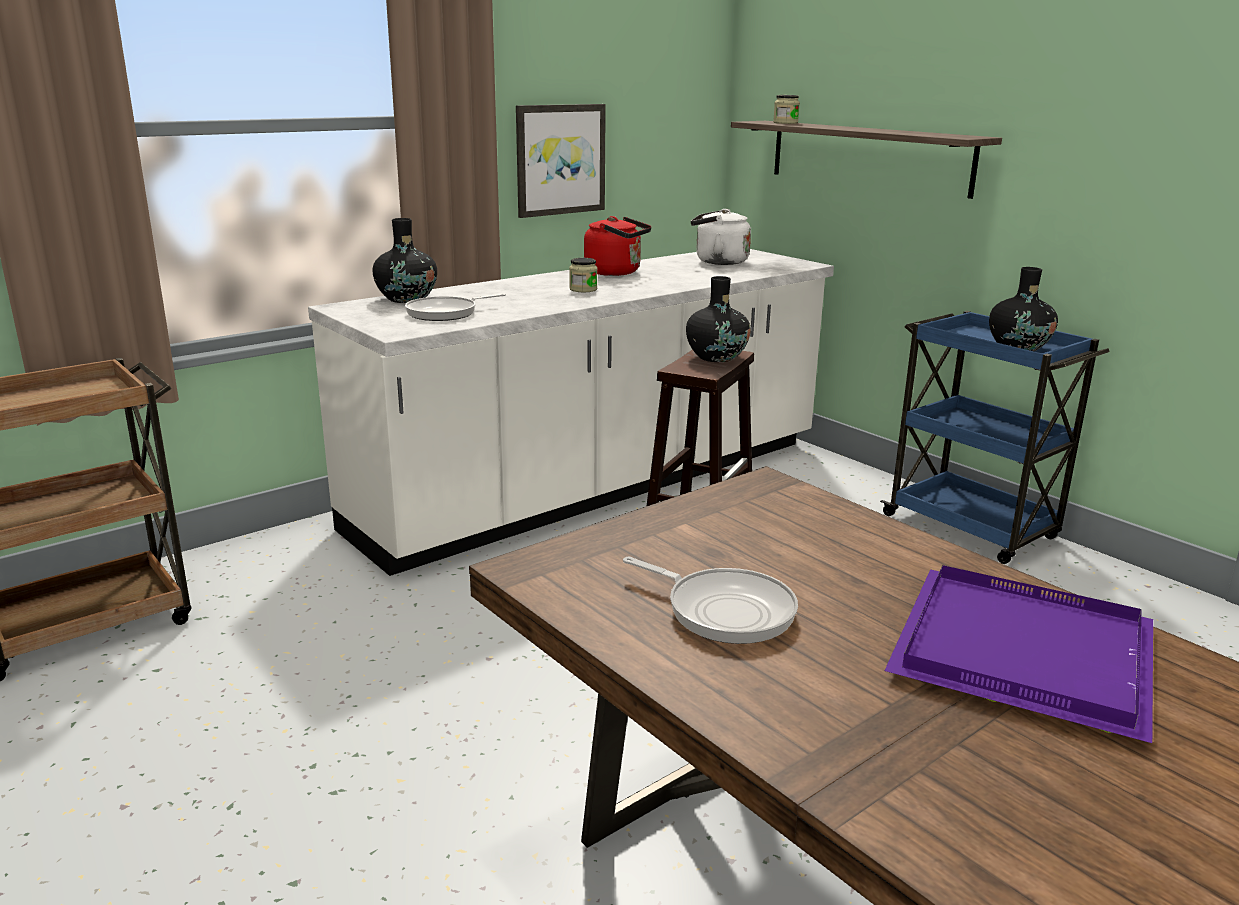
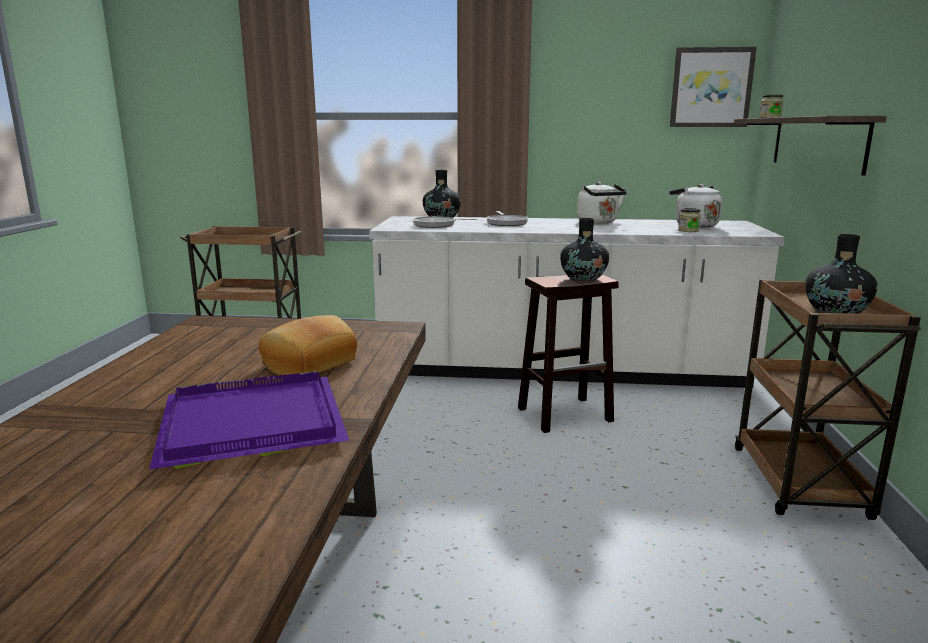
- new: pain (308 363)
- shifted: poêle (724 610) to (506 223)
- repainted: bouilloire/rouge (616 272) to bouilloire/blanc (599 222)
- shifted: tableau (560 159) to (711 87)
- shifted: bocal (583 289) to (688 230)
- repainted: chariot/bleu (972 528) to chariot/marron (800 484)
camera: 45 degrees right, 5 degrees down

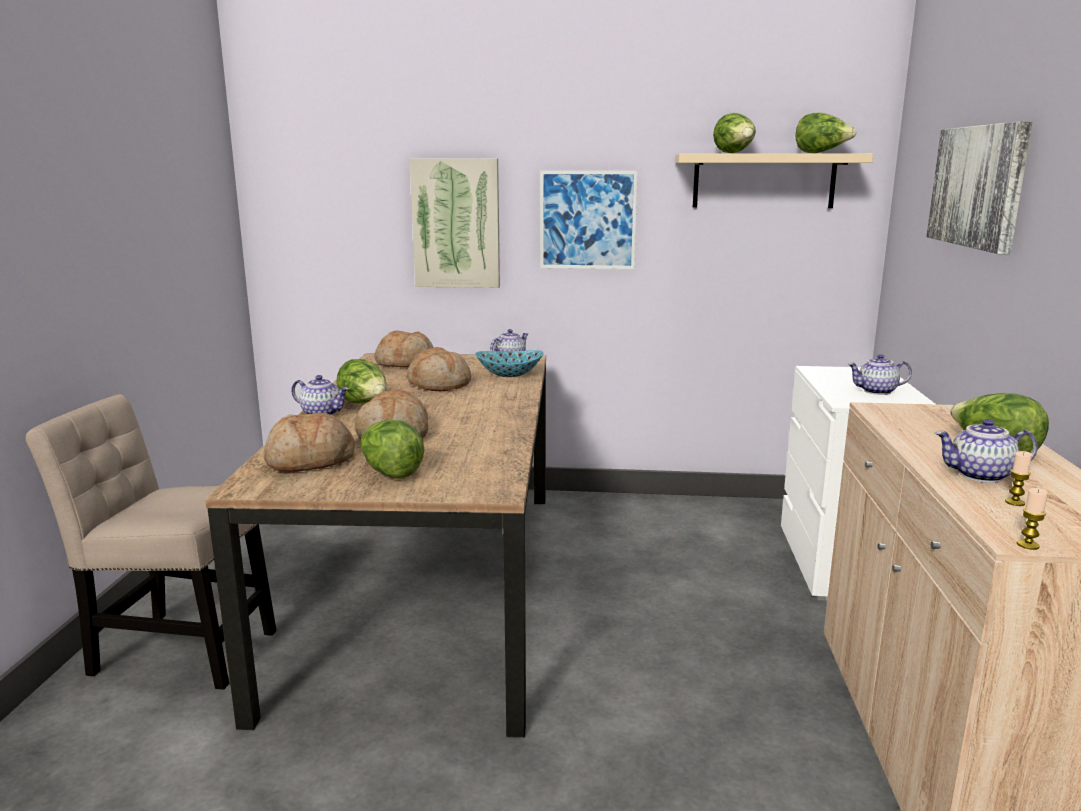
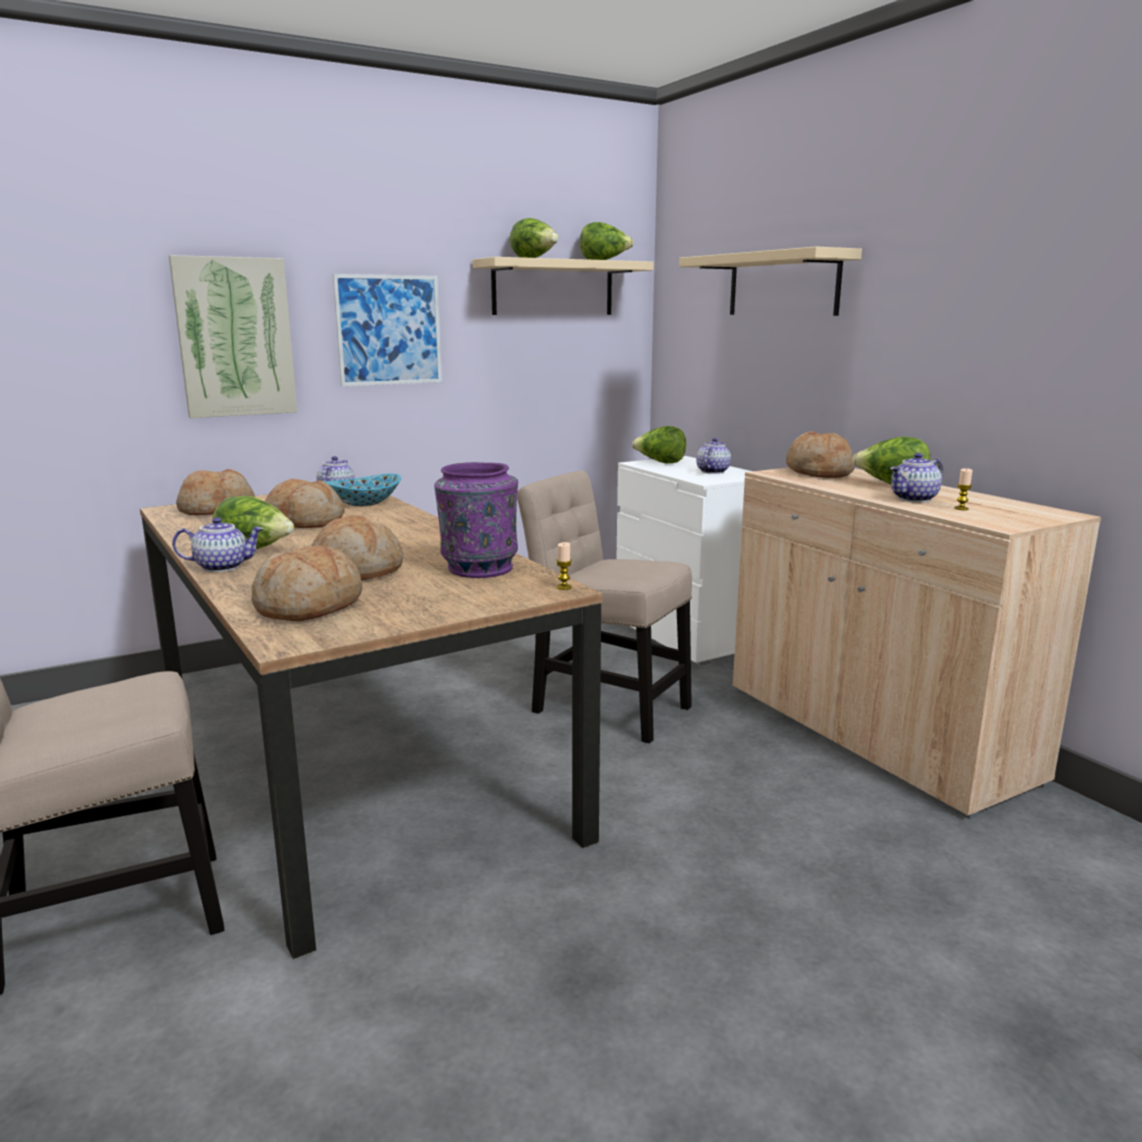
- new: vase/violet (478 569)
- new: chaise/beige (605 706)
- shifted: bougie (1027 545) to (564 587)
- shifted: laitue (390 473) to (660 463)
- swapped: tableau (978 186) to étagère/beige (783 285)
- rotated: théière (876 391) = (712 471) 150 degrees clockwise
- new: pain (819 472)
camera: 35 degrees left, 0 degrees up

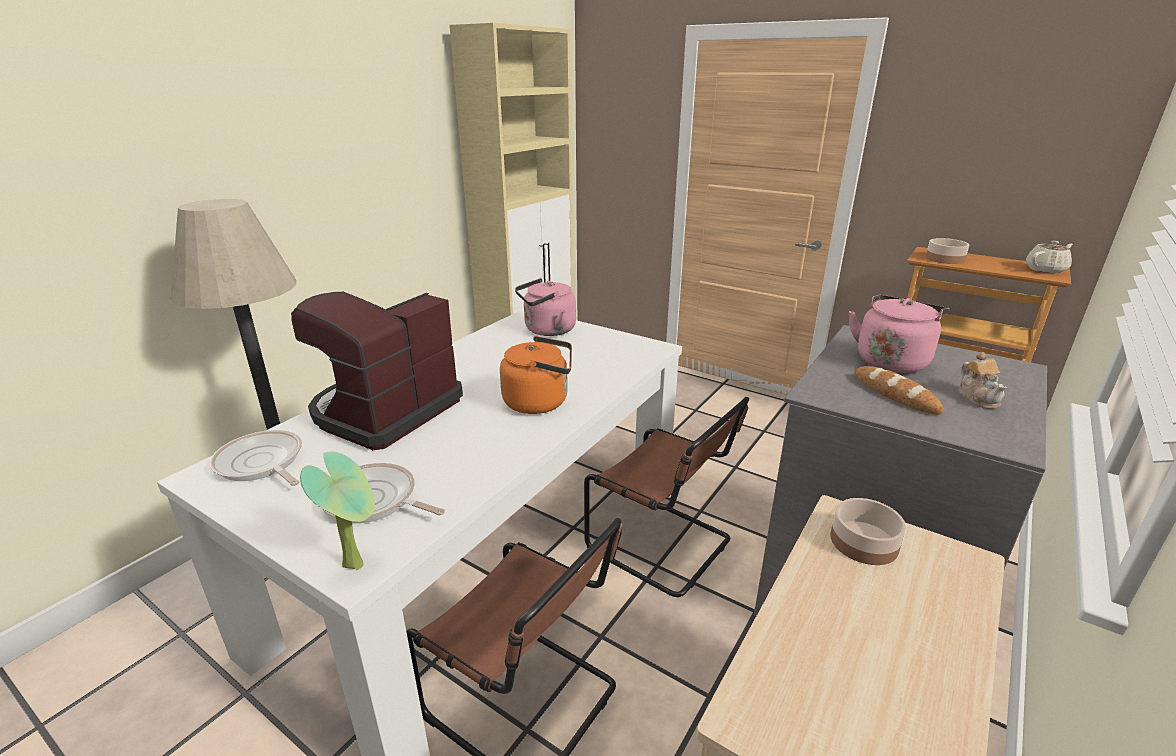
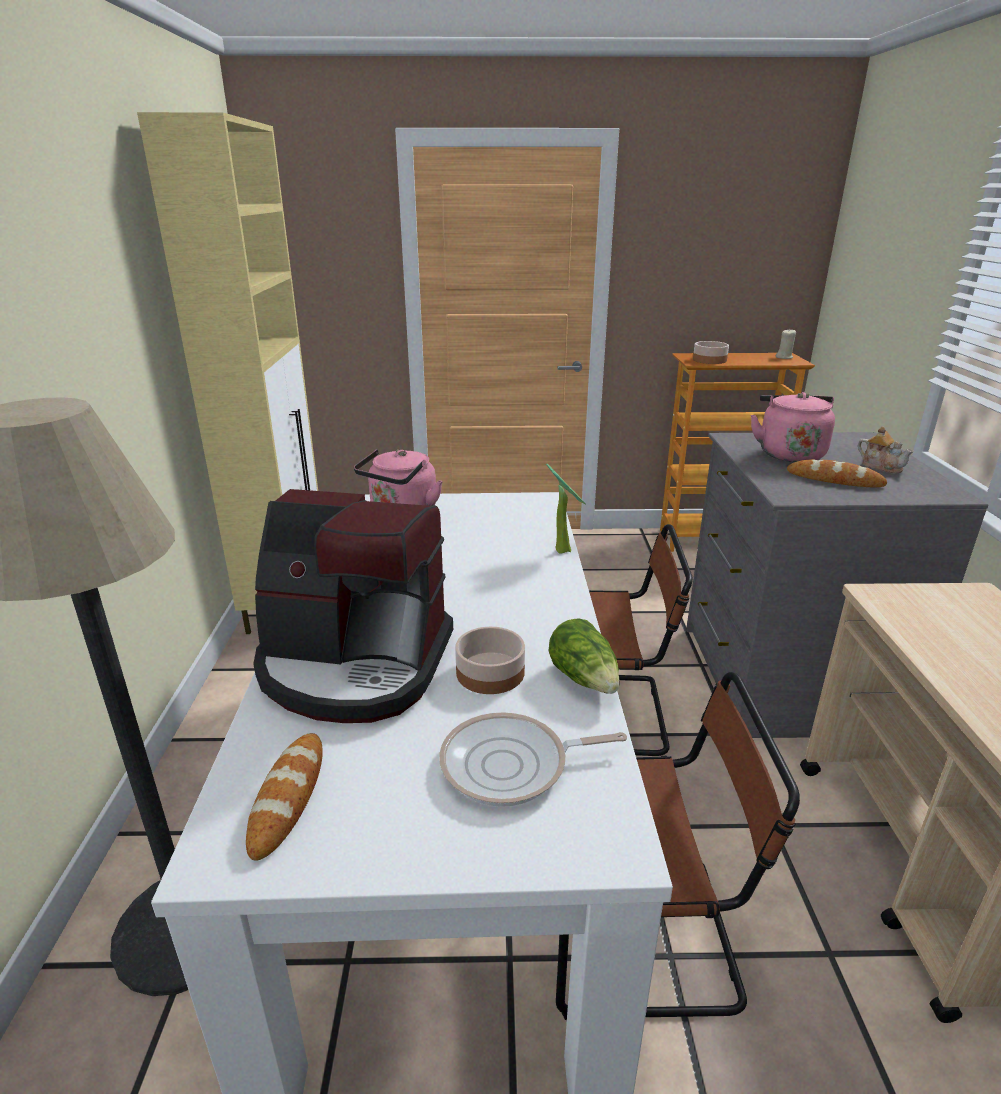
- swapped: poêle (261 463) to pain (288 797)
- rotated: machine à café (385 411) = (355 665) 75 degrees counterclockwise
- shifted: bol (862 542) to (489 673)
- shifted: plante en pot (358 562) to (564 549)
- new: laitue (585 679)
- swapped: théière/beige (1046 270) to bougie/beige (784 357)
- gone: bouilloire/orange (540 402)
camera: 35 degrees left, 0 degrees up

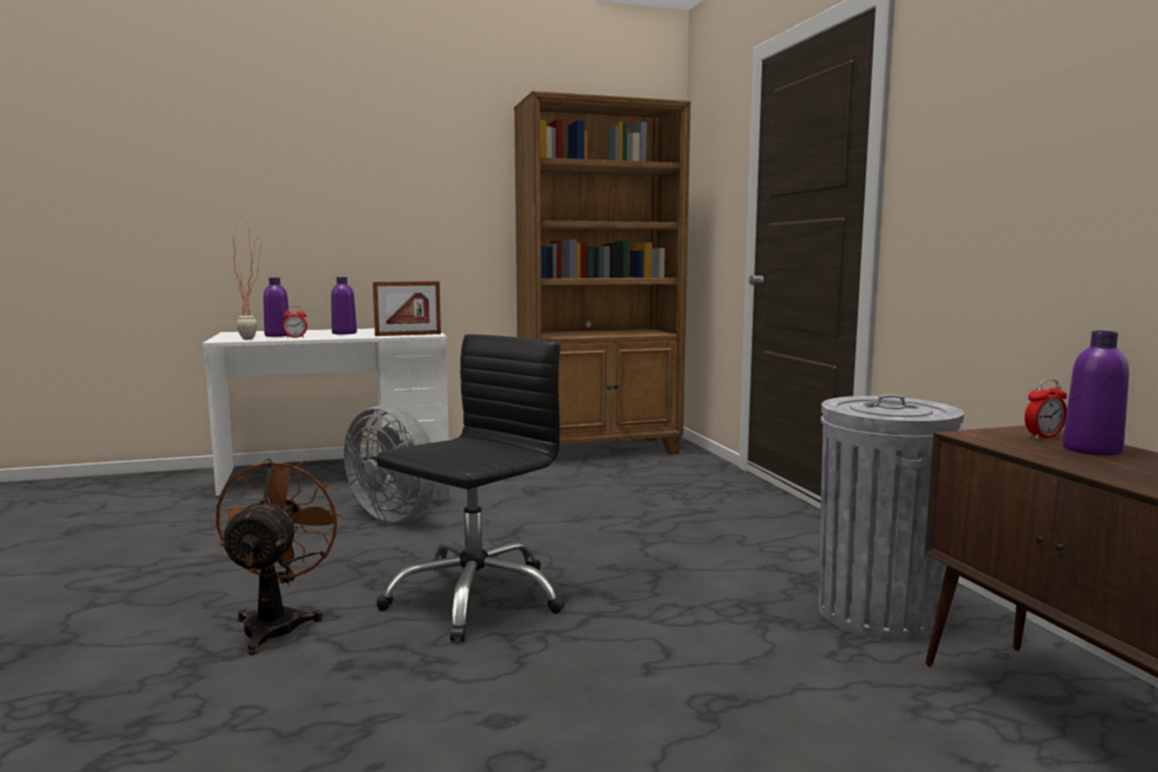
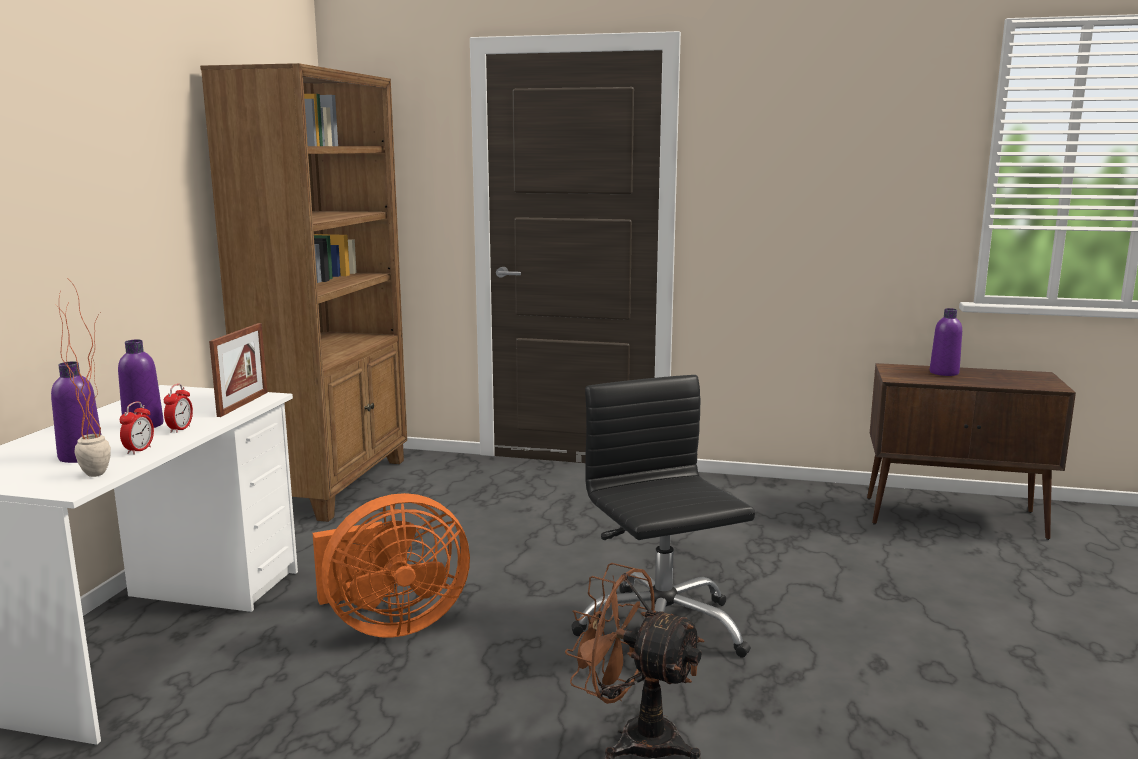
- shifted: réveil (1043 437) to (180 429)
- repainted: ventilateur/gris (400 515) to ventilateur/orange (390 624)
- gone: poubelle/gris (876 613)
camera: 60 degrees left, 5 degrees up

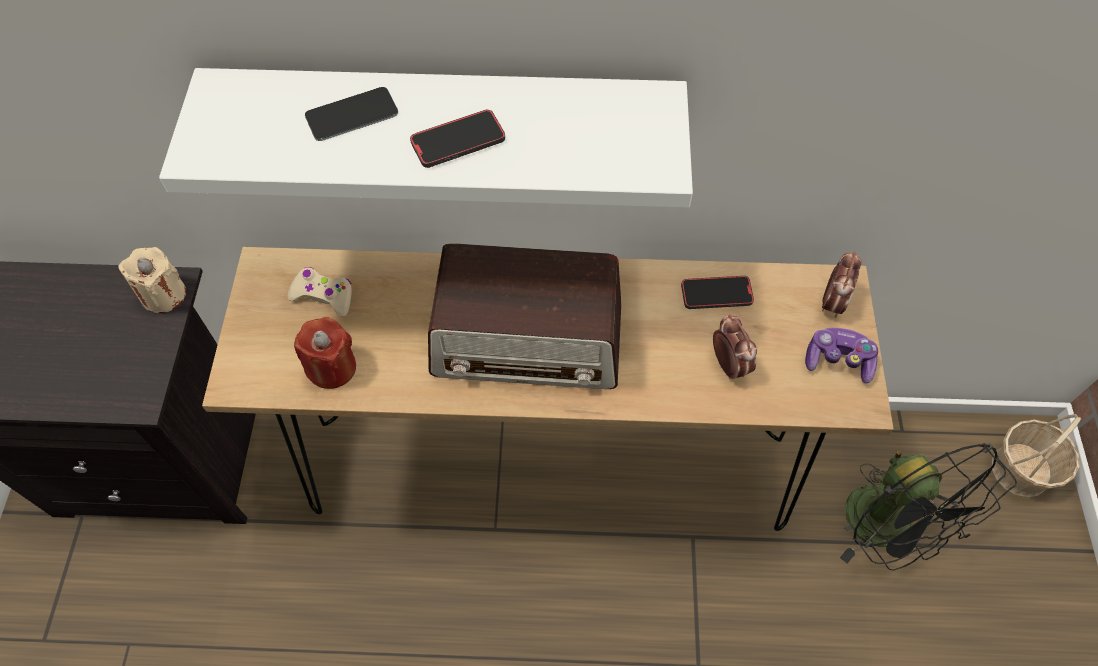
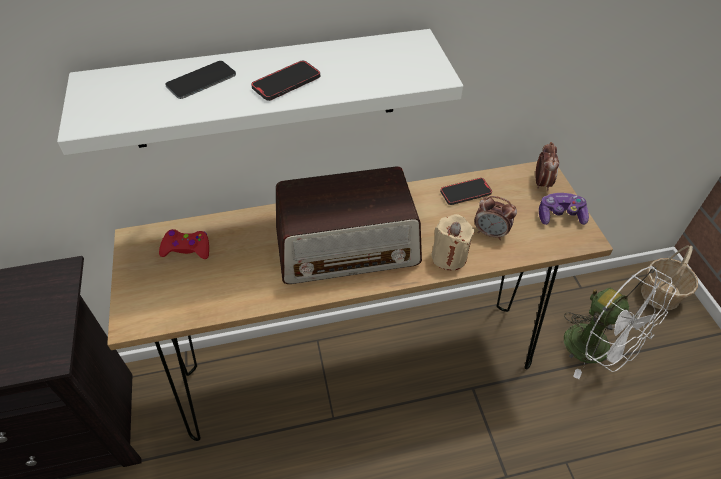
- repainted: manette/beige (324 295) to manette/rouge (187 248)
- shifted: bougie/beige (163 295) to (449 256)
- rotated: réveil (728 364) = (490 233) 150 degrees clockwise
- repainted: ventilateur/noir (889 529) to ventilateur/blanc (596 350)
- gone: bougie/rouge (332 367)
camera: 15 degrees left, 10 degrees down

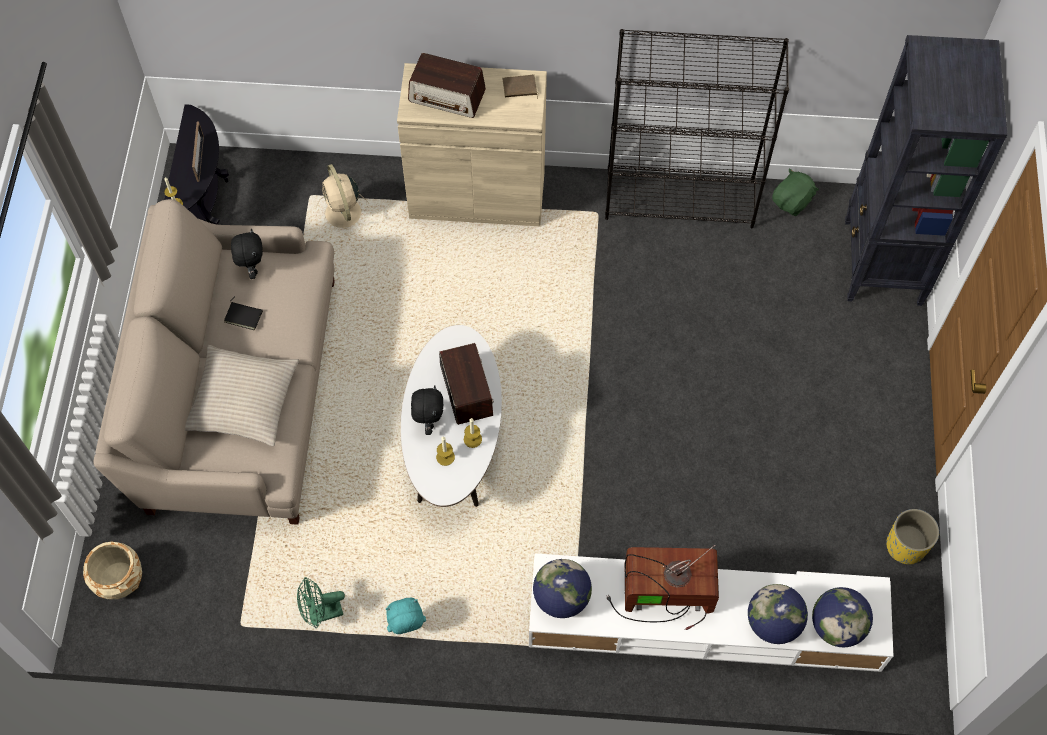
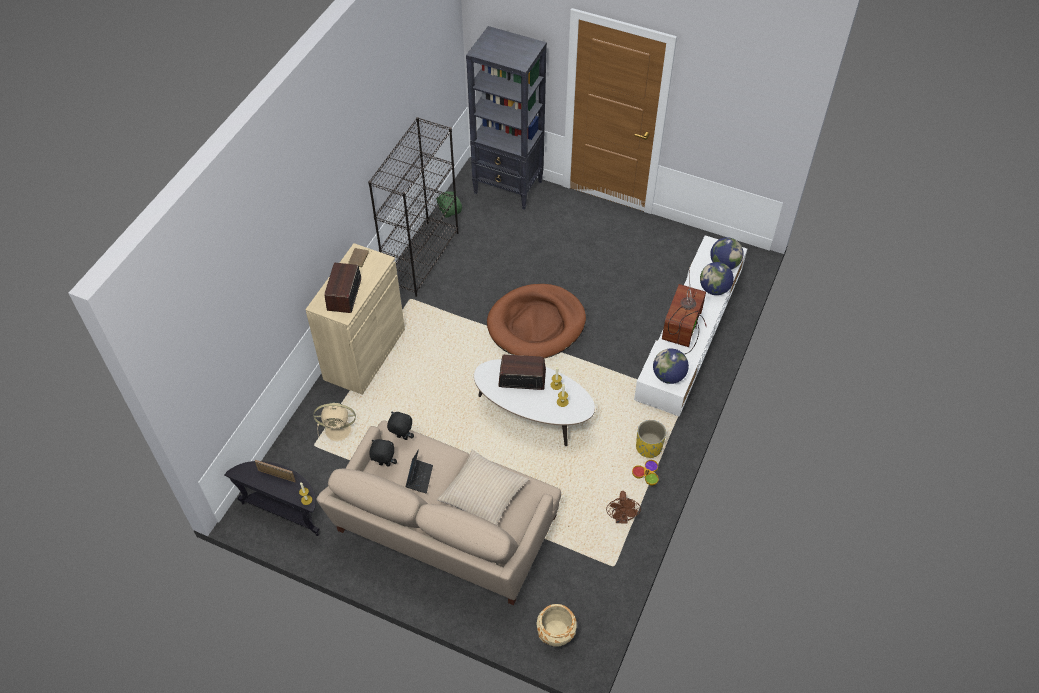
- rotated: radio (447 96) = (344 294) 150 degrees clockwise
- shifted: peluche/noir (428 422) to (401 438)
- swapped: livre/noir (244 316) to ordinateur portable (419 477)
- new: panier pour chien/marron (536 324)
- repainted: ventilateur/vert (322 614) to ventilateur/marron (621 518)
- swapped: peluche/turquoise (407 628) to bol (646 475)
- shifted: cache-pot/jaune (906 546) to (649 447)
camera: 70 degrees left, 10 degrees down

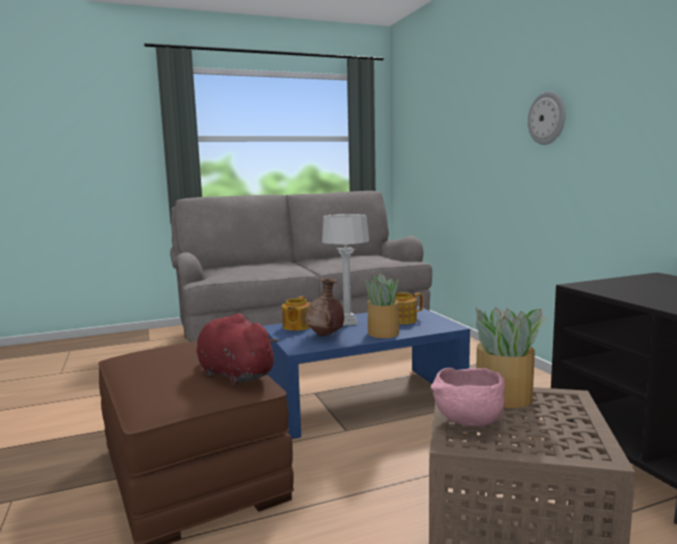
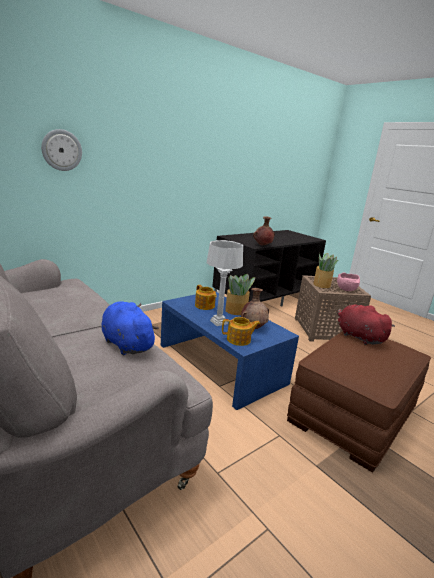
- shifted: horloge murale (547 118) to (61 150)
- new: peluche/bleu (126 344)
- new: vase/marron (262 245)
- rotated: peluche/rouge (233 374) = (358 336) 120 degrees clockwise
camera: 110 degrees left, 10 degrees up

